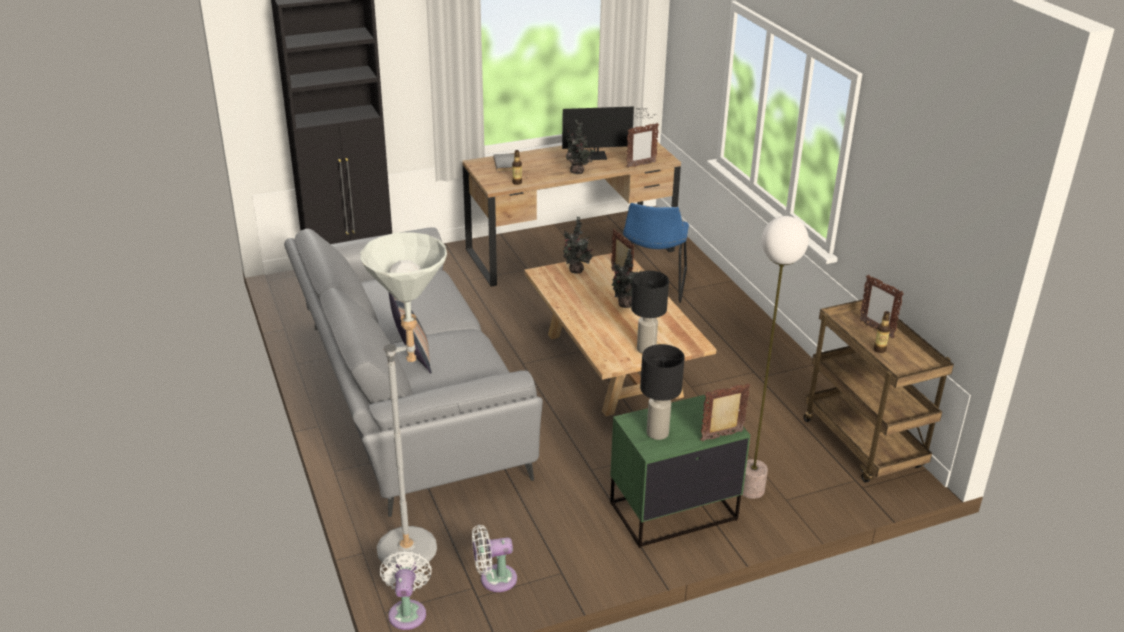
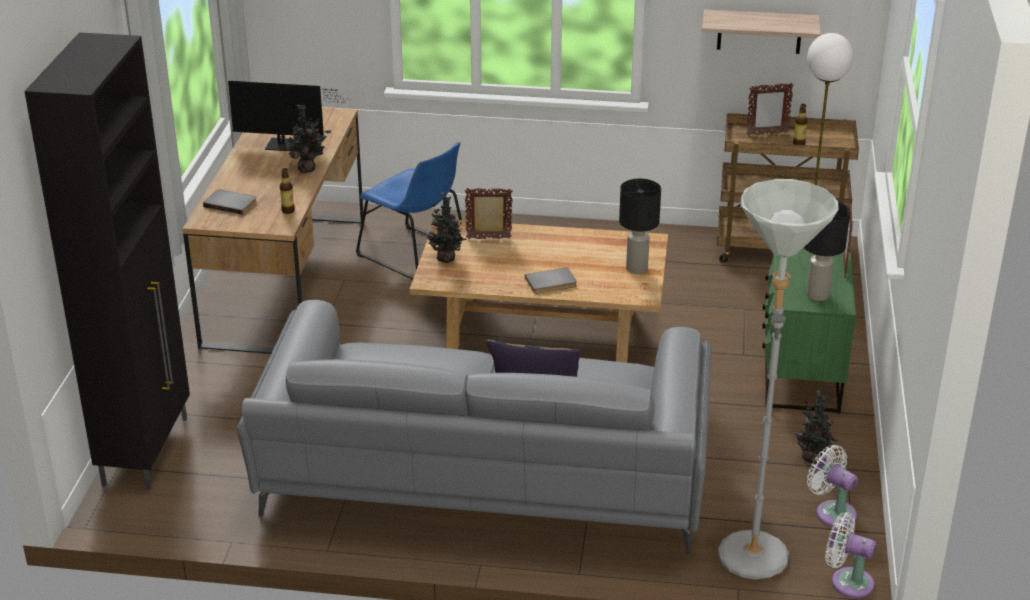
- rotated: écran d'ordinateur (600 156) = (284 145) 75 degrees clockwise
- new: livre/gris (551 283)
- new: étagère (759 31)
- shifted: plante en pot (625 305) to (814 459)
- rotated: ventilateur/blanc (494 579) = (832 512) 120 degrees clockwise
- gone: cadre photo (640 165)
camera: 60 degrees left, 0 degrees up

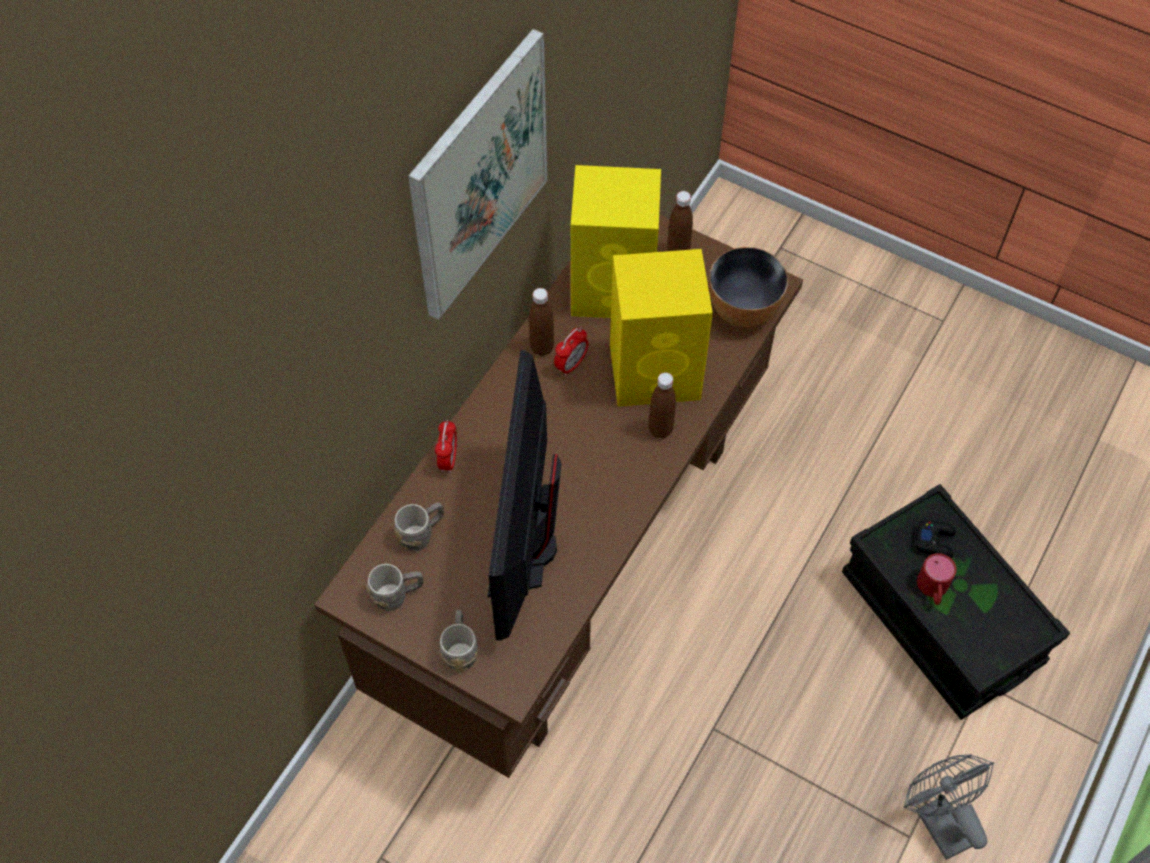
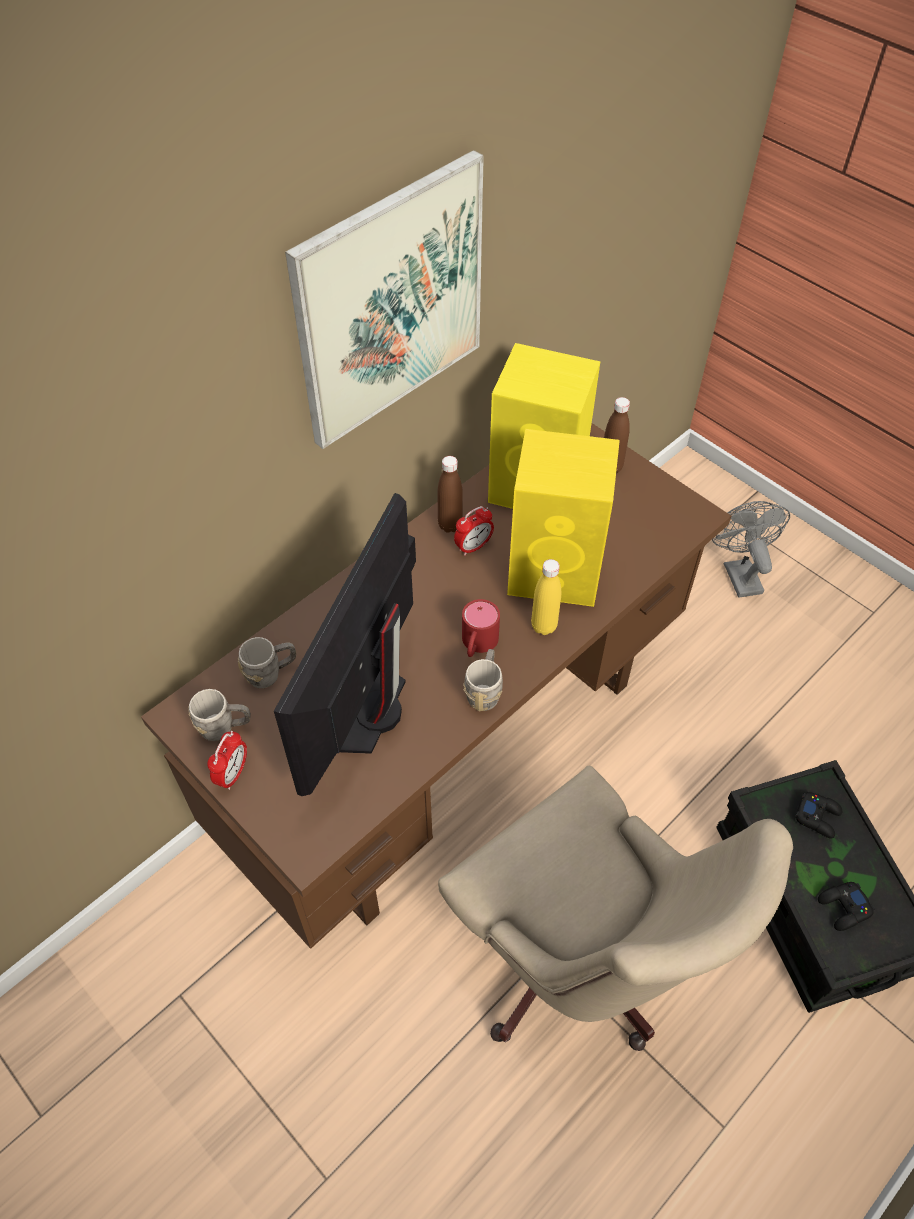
- shifted: réveil (448 459) to (233 774)
- new: chaise de bureau/beige (575 961)
- shifted: mug/rouge (933 590) to (477 644)
- shifted: mug/gris (460 649) to (484 691)
- repainted: bouteille/marron (660 429) to bouteille/jaune (544 626)
- shifted: ventilateur/gris (937 819) to (739 573)
- new: manette/noir (844 908)
- gone: bol (743 310)
camera: 15 degrees right, 5 degrees down

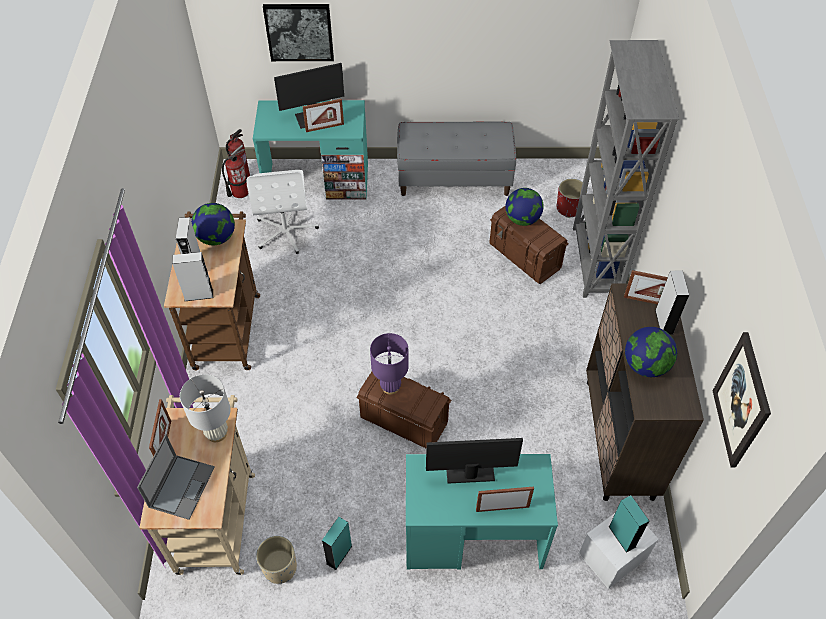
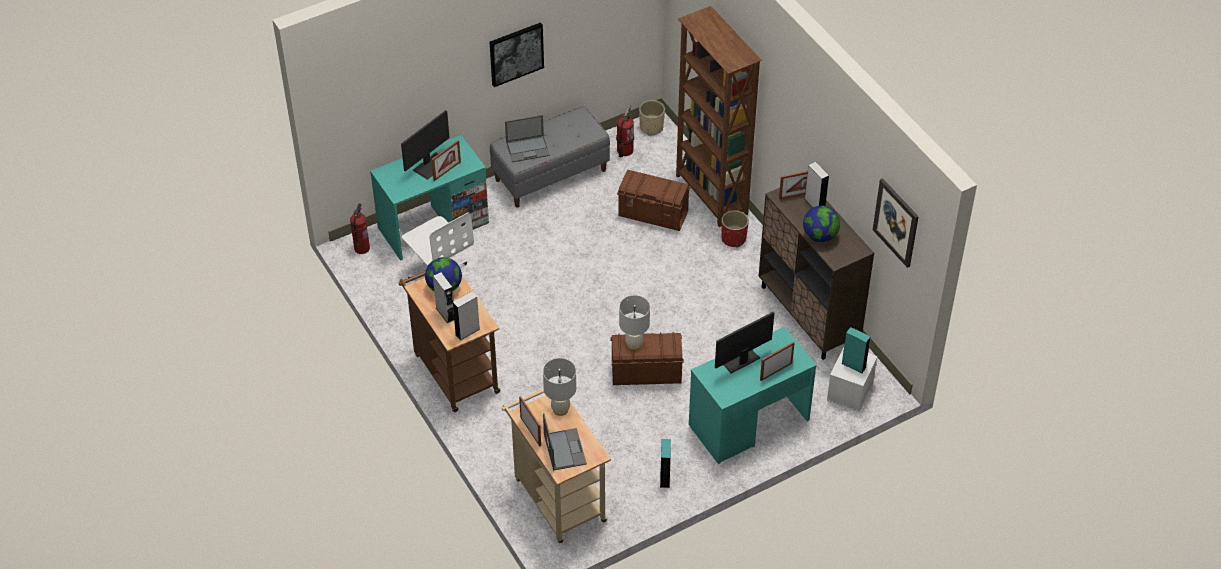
- shifted: tableau (299 32) to (516 53)
- new: ordinateur portable (528 149)
- shifted: extincteur (240 192) to (624 150)
- repainted: lampe de table/violet (390 387) to lampe de table/blanc (634 344)
- shifted: cache-pot/beige (280 568) to (651 127)
- repainted: bibliothèque/gris (595 262) to bibliothèque/marron (711 196)
- shifted: cache-pot/rouge (569 208) to (734 239)
- gone: globe (522 219)
camera: 30 degrees left, 5 degrees down

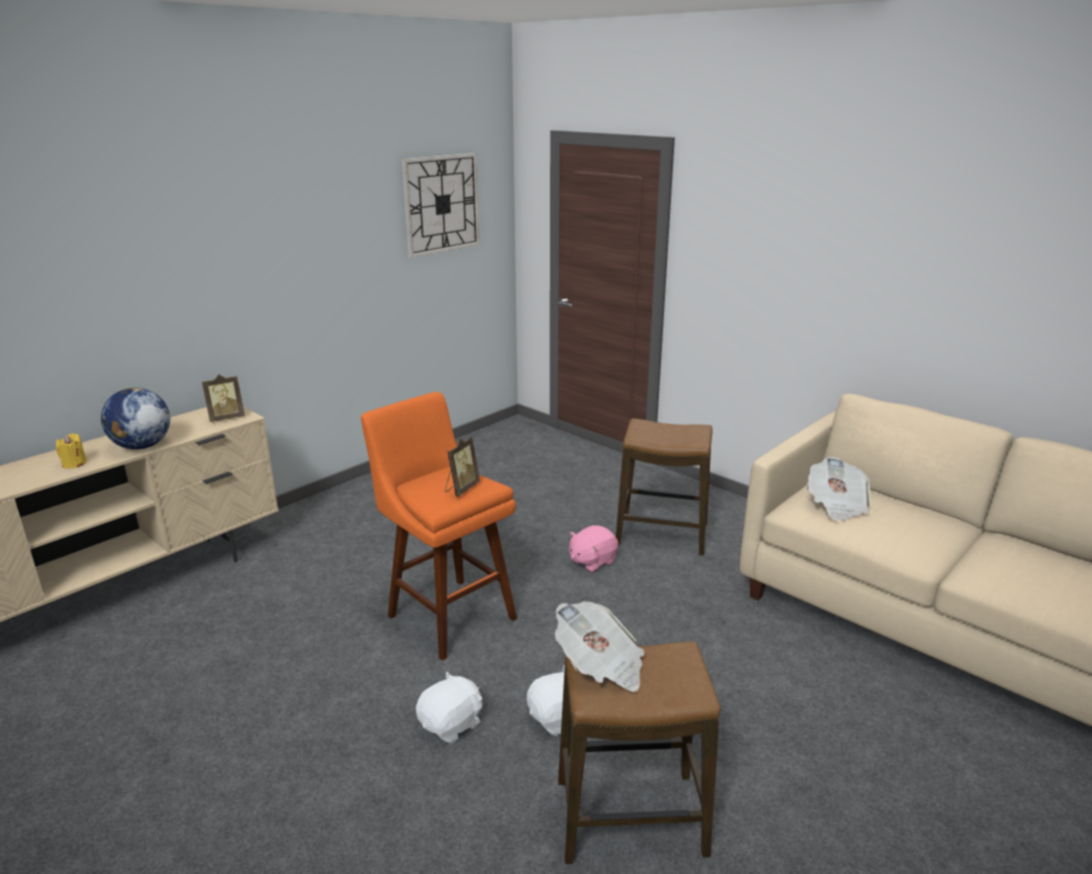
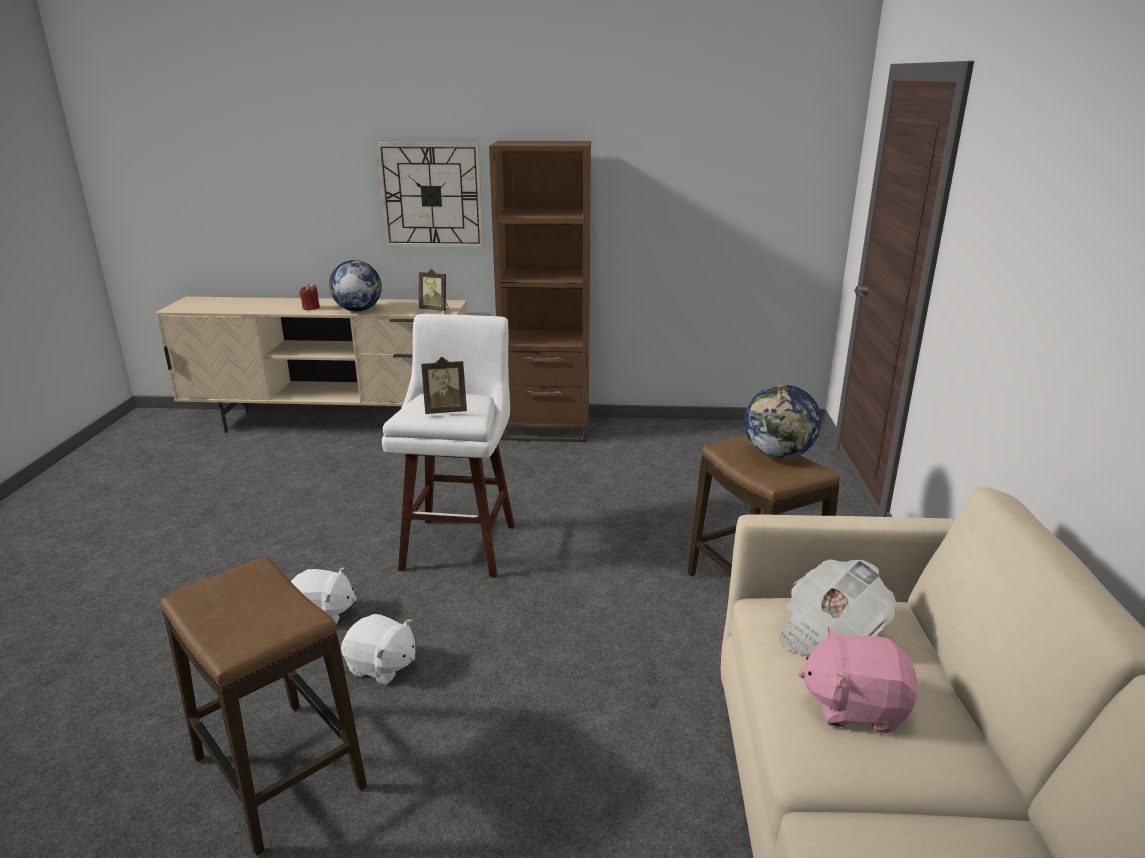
- repainted: bougie/jaune (74 464) to bougie/rouge (311 308)
- shifted: horloge murale (441 204) to (431 195)
- repainted: tabouret/orange (447 613) to tabouret/blanc (461 542)
- new: bibliothèque/marron (546 429)
- new: globe (778 455)
- shifted: peluche/rose (592 561) to (854 706)
- gone: journal (600 666)
camera: 50 degrees right, 0 degrees up

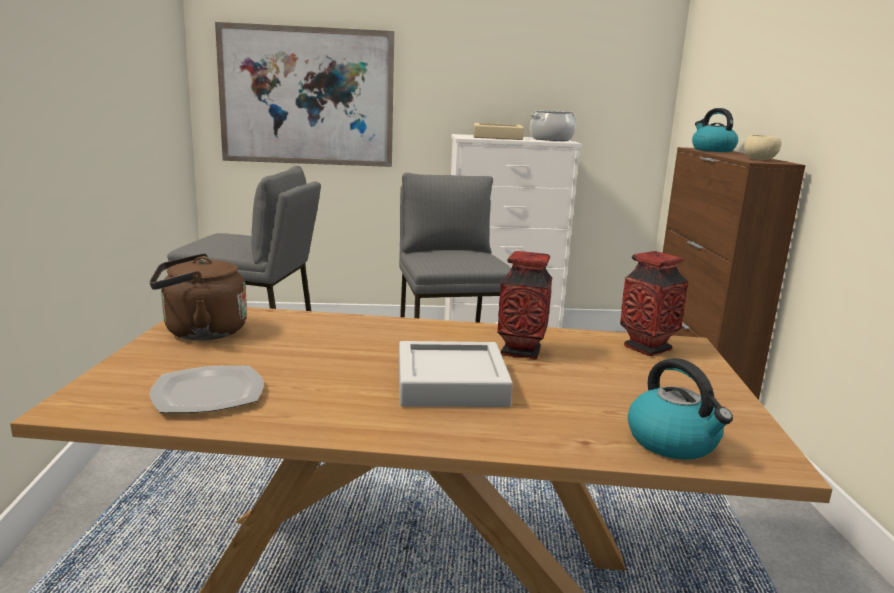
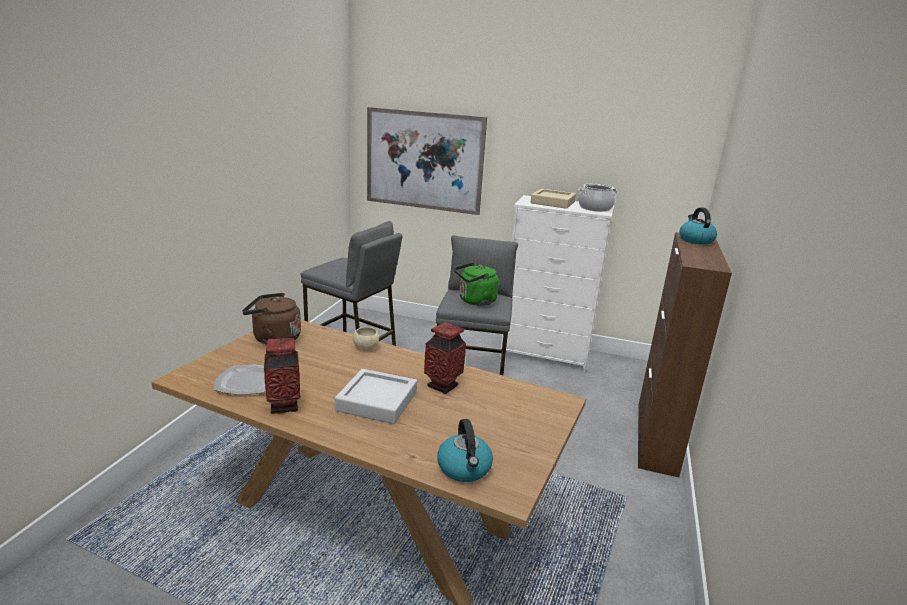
- shifted: vase (647 348) to (284 406)
- shifted: bol/beige (759 159) to (366 348)
- new: bouilloire/vert (475 301)
camera: 20 degrees right, 5 degrees up

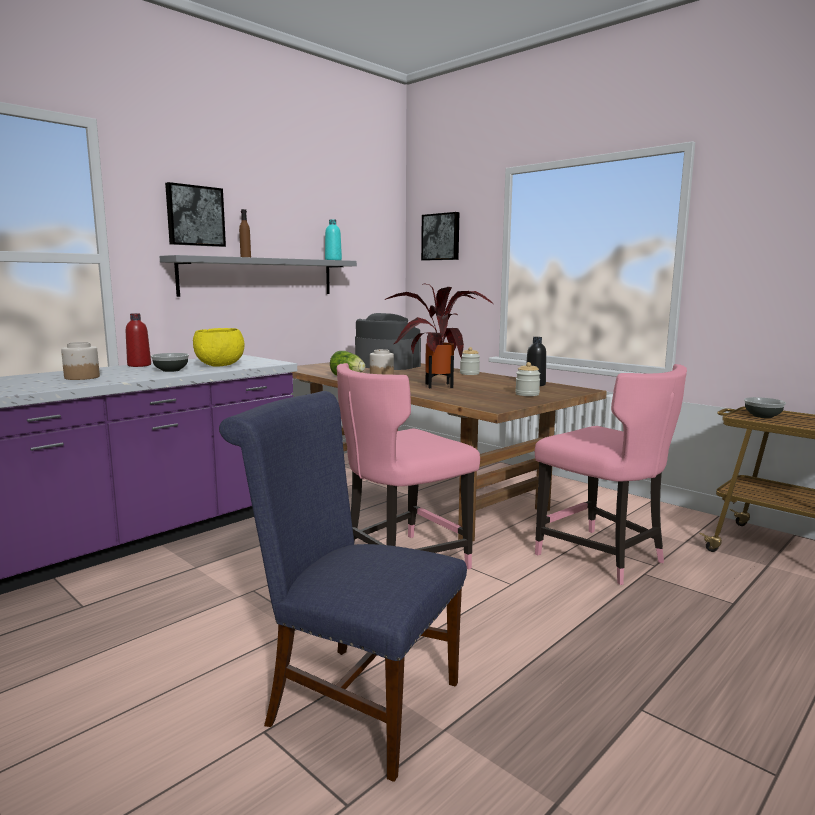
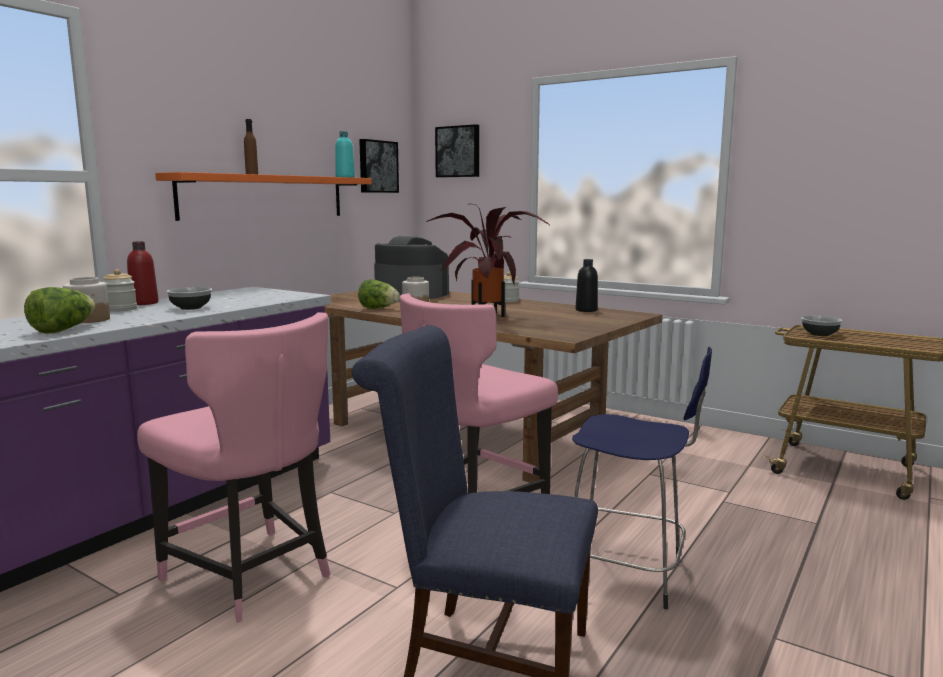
- new: laitue (63 330)
- shifted: bocal (527 394) to (121 309)
- shifted: chaise/rose (603 558) to (251 576)
- repainted: étagère/gris (259 277) to étagère/orange (265 197)
- shifted: tableau (195 216) to (377 166)
- new: tabouret/bleu (628 572)
- gone: bol/jaune (219 365)
camera: 10 degrees left, 0 degrees up

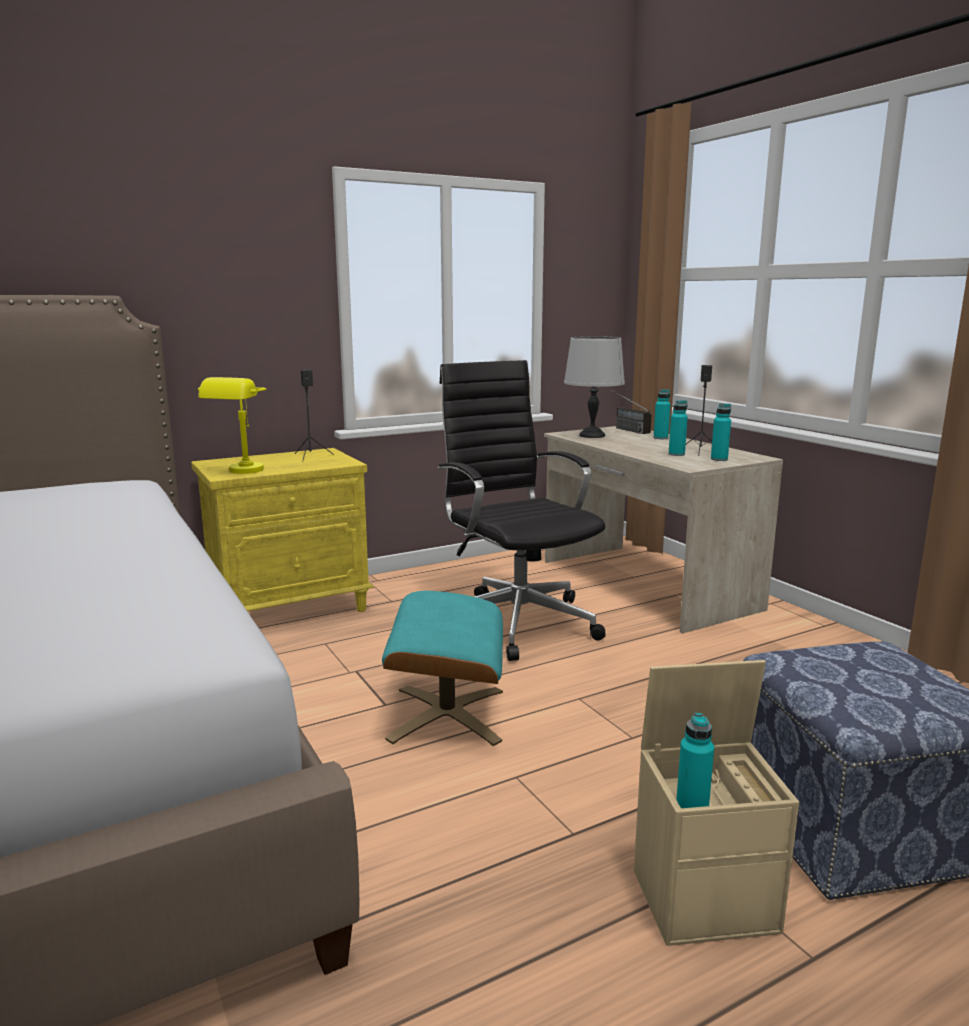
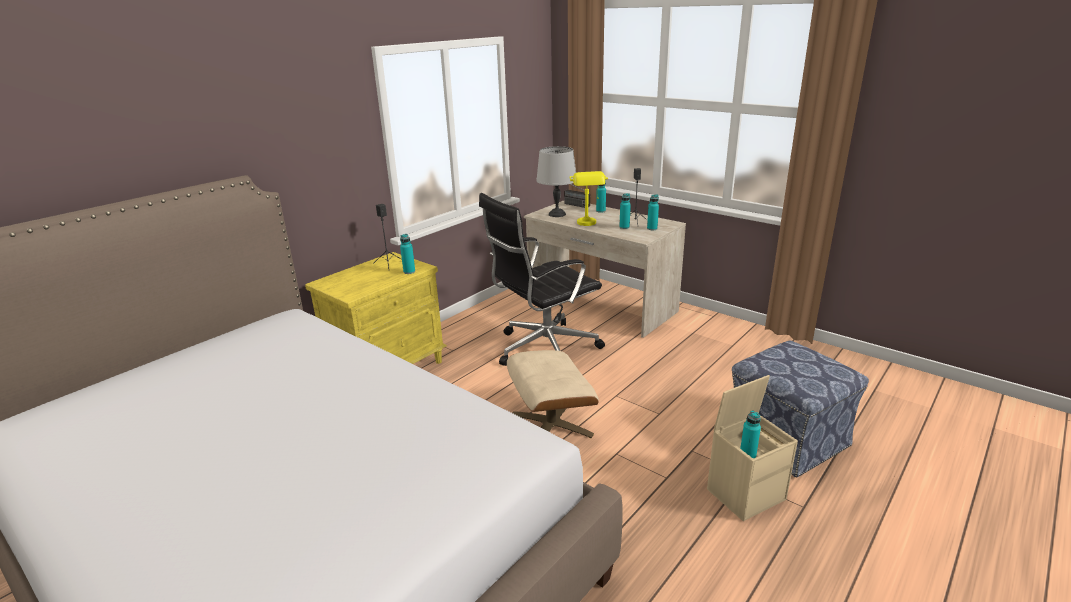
- new: bouteille/turquoise (409 272)
- rotated: chaise de bureau/noir (516 621) = (543 349) 75 degrees counterclockwise
- repainted: pouf/turquoise (446 714) to pouf/beige (550 425)
- shifted: lampe de table/jaune (241 472) to (588 225)
camera: 20 degrees left, 10 degrees up

